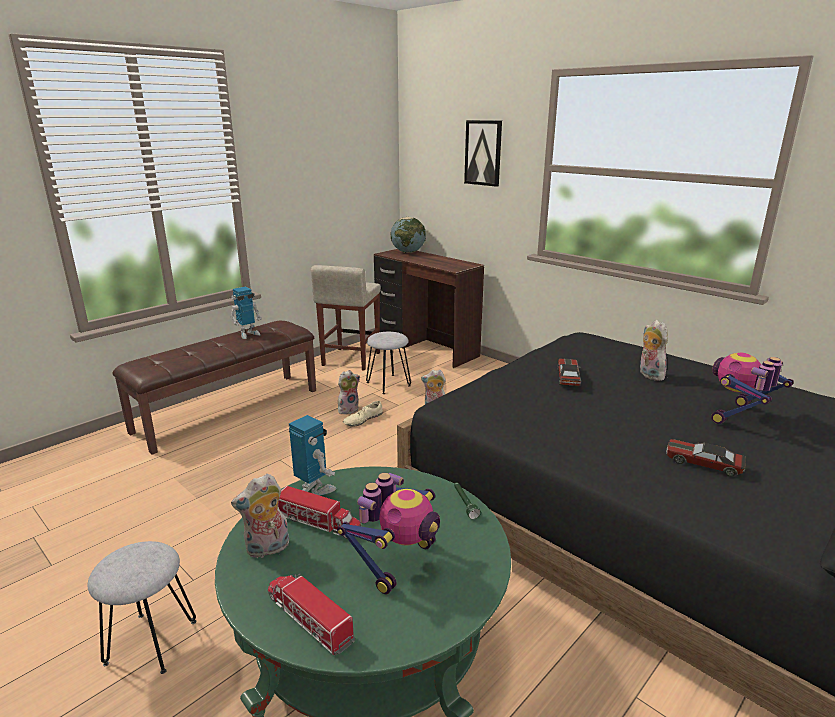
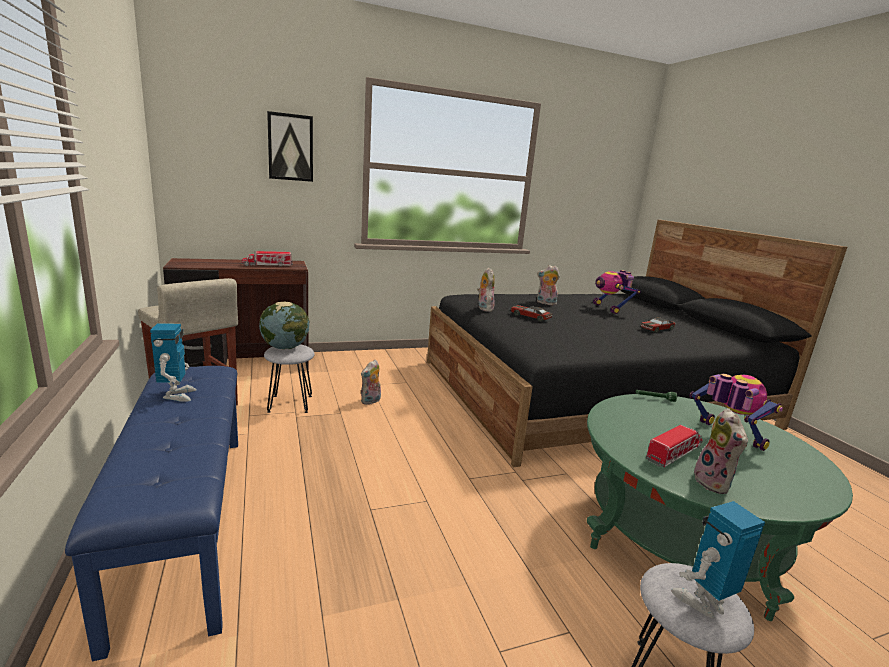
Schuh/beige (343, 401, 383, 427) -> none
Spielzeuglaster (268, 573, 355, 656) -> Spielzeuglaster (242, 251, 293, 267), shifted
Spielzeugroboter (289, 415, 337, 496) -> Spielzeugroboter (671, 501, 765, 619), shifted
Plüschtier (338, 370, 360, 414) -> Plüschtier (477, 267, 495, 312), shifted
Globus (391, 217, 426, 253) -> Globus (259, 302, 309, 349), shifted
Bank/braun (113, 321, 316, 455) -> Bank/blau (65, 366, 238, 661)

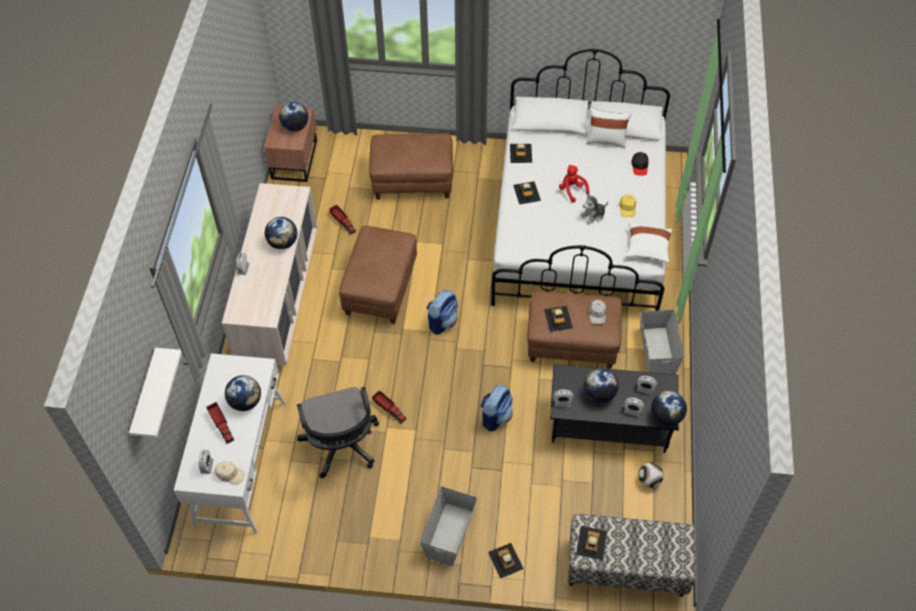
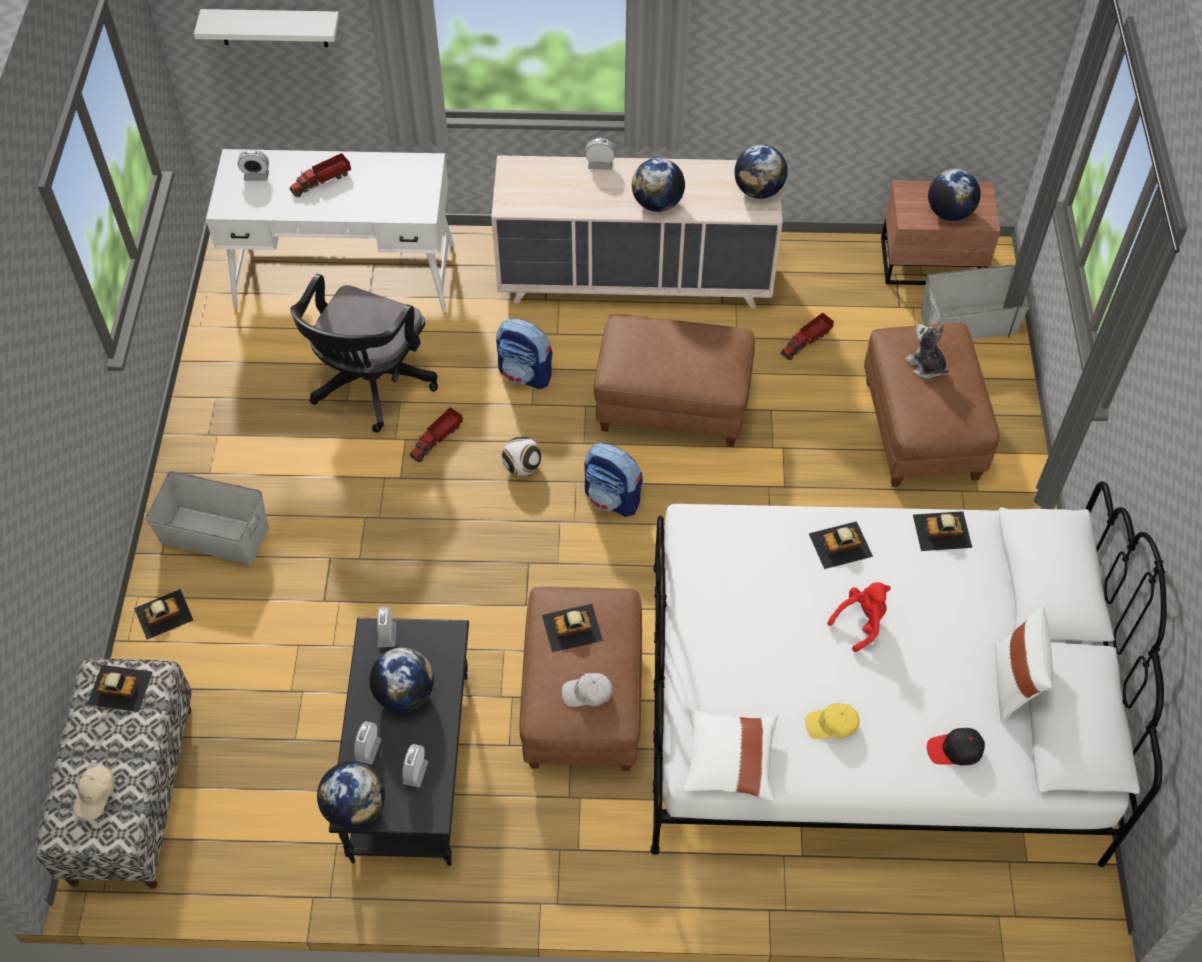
Kappe/beige (215, 461, 245, 485) -> Kappe/beige (73, 766, 115, 819), shifted
Globus (225, 375, 261, 411) -> Globus (734, 145, 788, 199), shifted
Rucksack (480, 385, 513, 431) -> Rucksack (496, 319, 553, 389), shifted
Plüschtier (581, 193, 608, 224) -> Plüschtier (905, 324, 950, 378), shifted
Fußball (638, 462, 664, 488) -> Fußball (502, 436, 541, 476), shifted
Aufbewahrungsbox/grau (640, 310, 685, 375) -> Aufbewahrungsbox/grau (920, 265, 1030, 339), shifted
Bürostuhl/schwarz (297, 387, 379, 478) -> Bürostuhl/schwarz (290, 274, 438, 433), 45 degrees counterclockwise

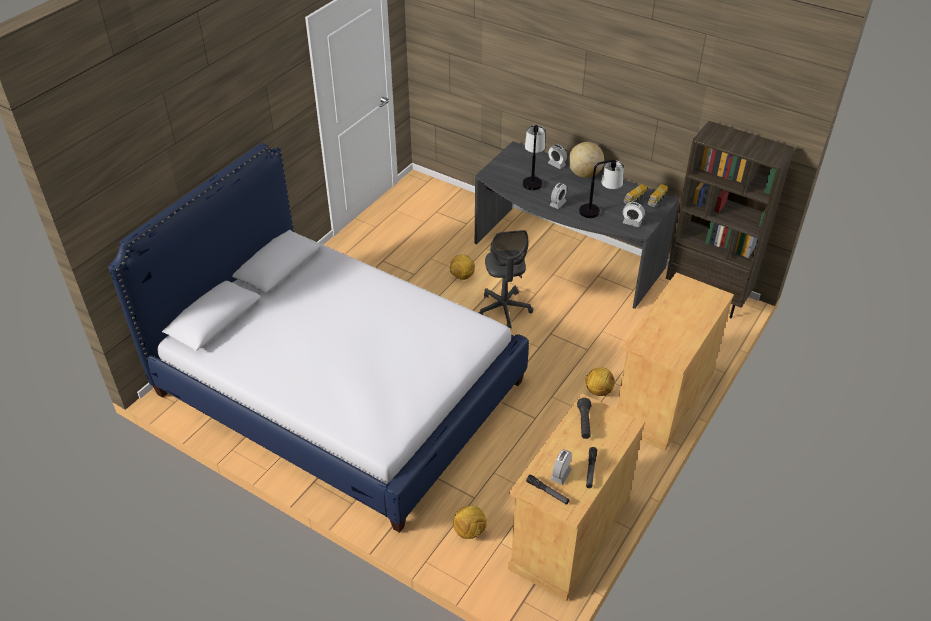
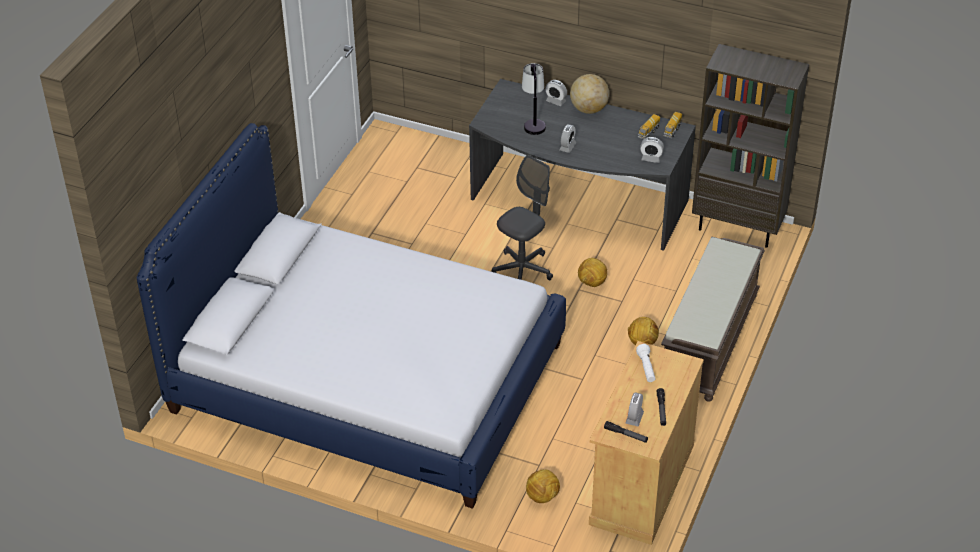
Tischlampe (579, 160, 624, 218) -> none
Fußball (450, 254, 475, 280) -> Fußball (578, 258, 607, 287), shifted
Schrank/beige (617, 272, 734, 451) -> Bank/braun (661, 237, 765, 402)
Taschenlampe/schwarz (577, 398, 592, 439) -> Taschenlampe/weiß (636, 344, 655, 382)
Bürostuhl/grau (479, 230, 533, 329) -> Bürostuhl/grau (492, 155, 553, 280), 120 degrees counterclockwise

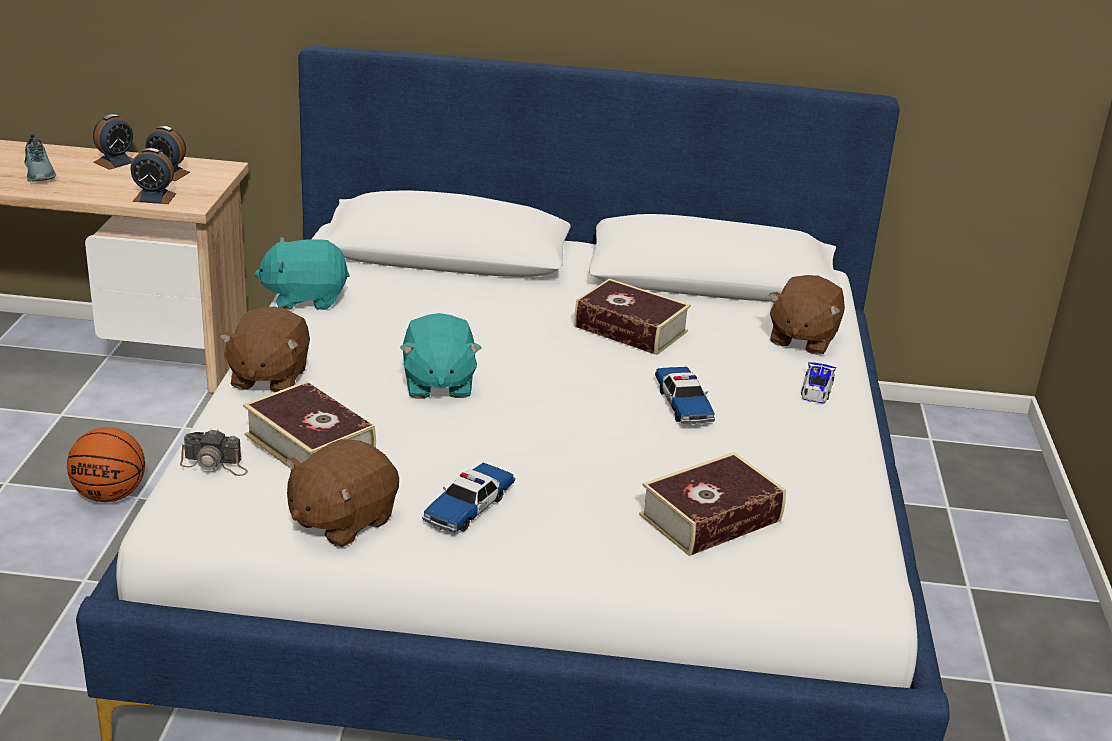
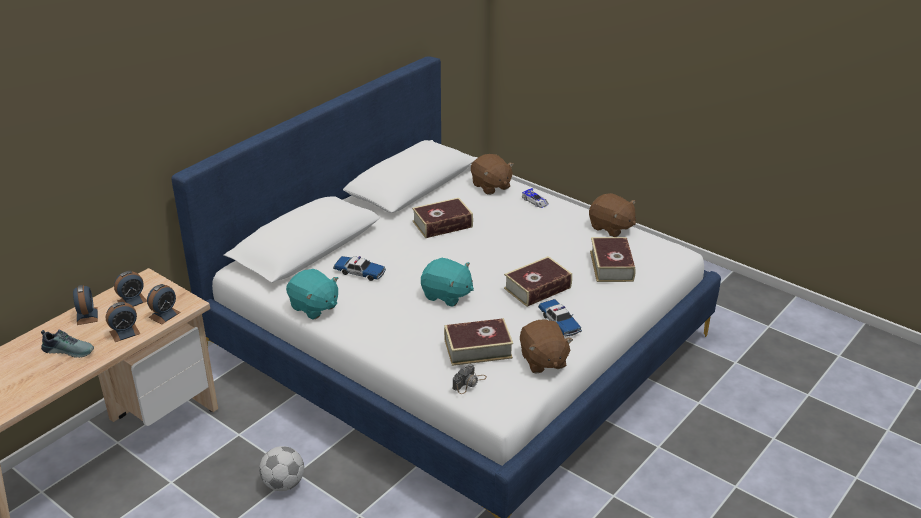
none -> Wecker (106, 302, 140, 342)
none -> Buch (504, 256, 572, 307)
Plüschtier/braun (219, 307, 310, 393) -> Plüschtier/braun (589, 193, 636, 237), shifted
Spielzeugauto (655, 367, 715, 425) -> Spielzeugauto (333, 256, 386, 281), shifted
Basketball (67, 427, 145, 502) -> Fußball (259, 446, 304, 491)
Plüschtier/türkis (254, 237, 350, 310) -> Plüschtier/türkis (286, 269, 338, 320), 75 degrees counterclockwise

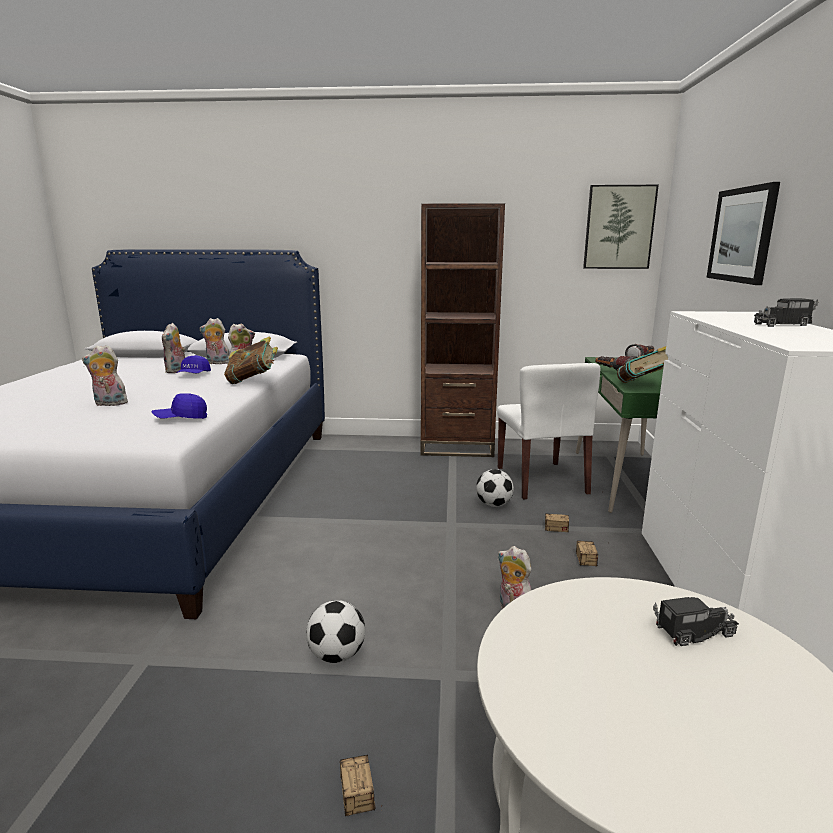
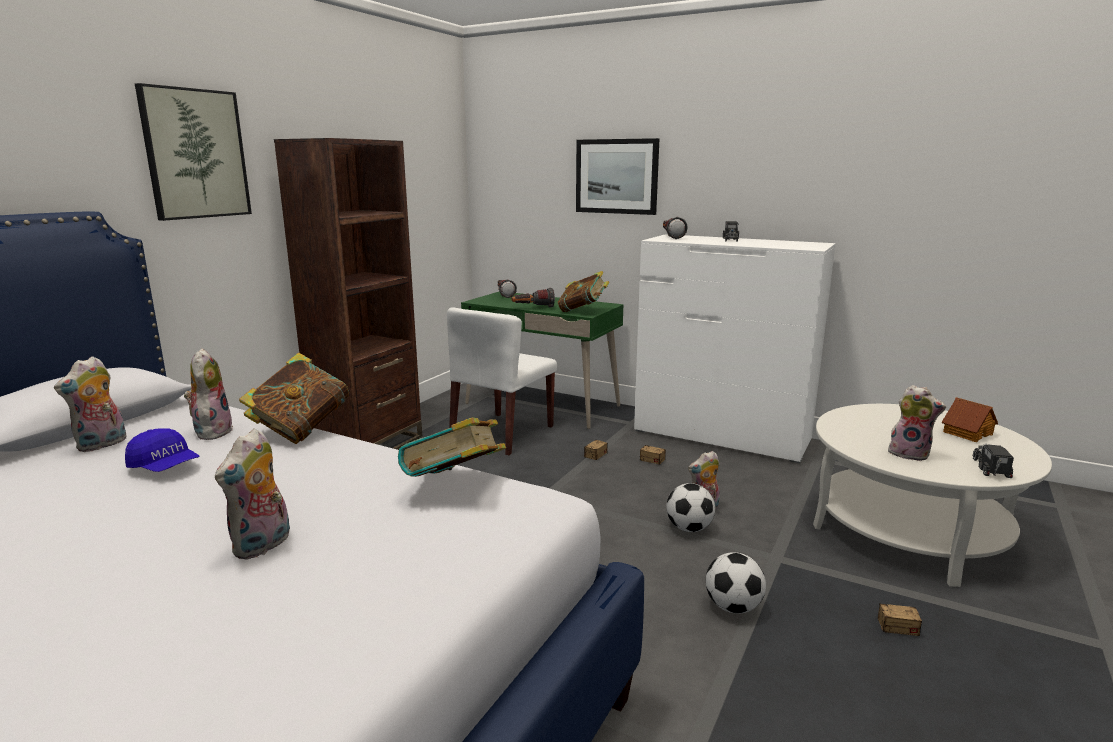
none -> Taschenlampe (663, 217, 688, 239)
none -> Spielzeughaus (942, 397, 998, 442)
Plüschtier (162, 323, 185, 373) -> Plüschtier (888, 385, 946, 461), shifted
Fußball (476, 469, 514, 507) -> Fußball (666, 483, 715, 532), shifted
Bild (583, 185, 659, 269) -> Bild (135, 83, 252, 221), shifted
Spielzeuglaster (653, 597, 739, 646) -> Spielzeuglaster (973, 444, 1014, 478), shifted
Kappe/blau (151, 393, 207, 419) -> Buch (398, 418, 506, 477)
Stuhl/weiß (497, 363, 600, 500) -> Stuhl/weiß (447, 307, 557, 455), 105 degrees clockwise

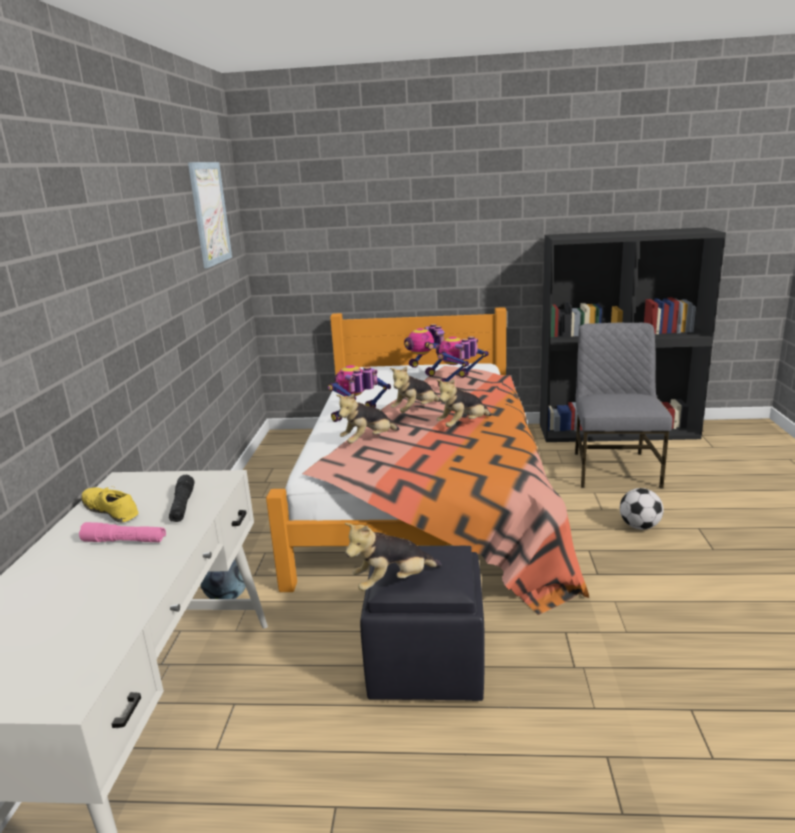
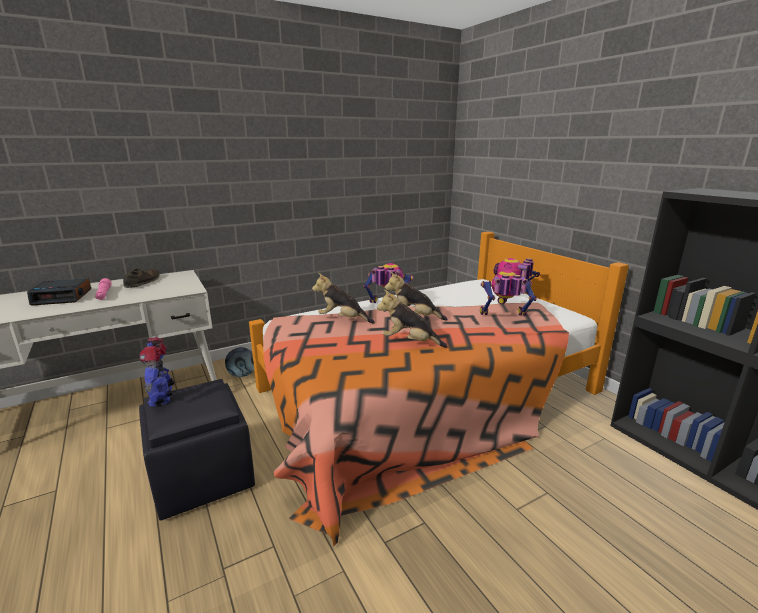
Taschenlampe/schwarz (169, 475, 194, 522) -> none
Bild (188, 162, 232, 268) -> none
Stuhl/grau (575, 323, 672, 489) -> none
Fußball (620, 488, 664, 530) -> none
none -> Wecker (27, 279, 91, 306)
Plüschtier (345, 523, 442, 591) -> Spielzeugroboter (139, 337, 175, 406)
Schuh/gelb (81, 486, 139, 522) -> Schuh/braun (123, 269, 160, 288)

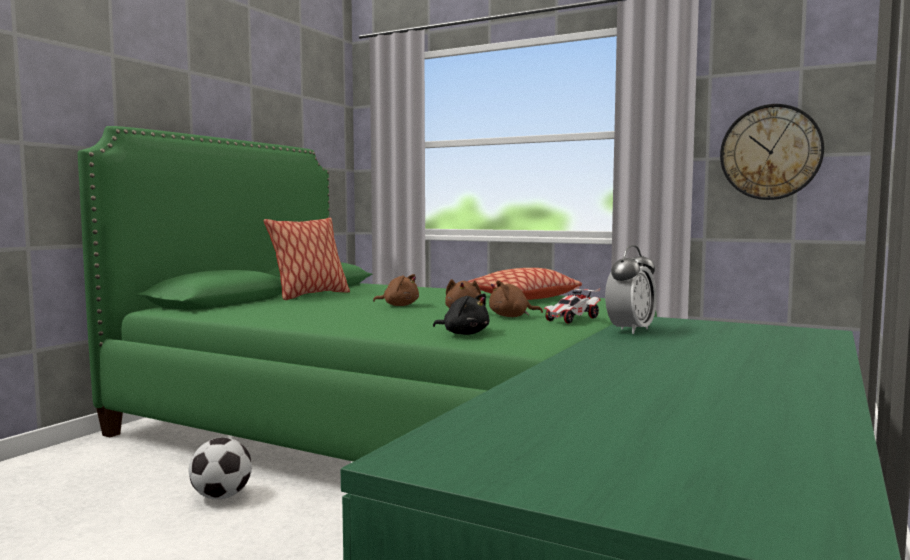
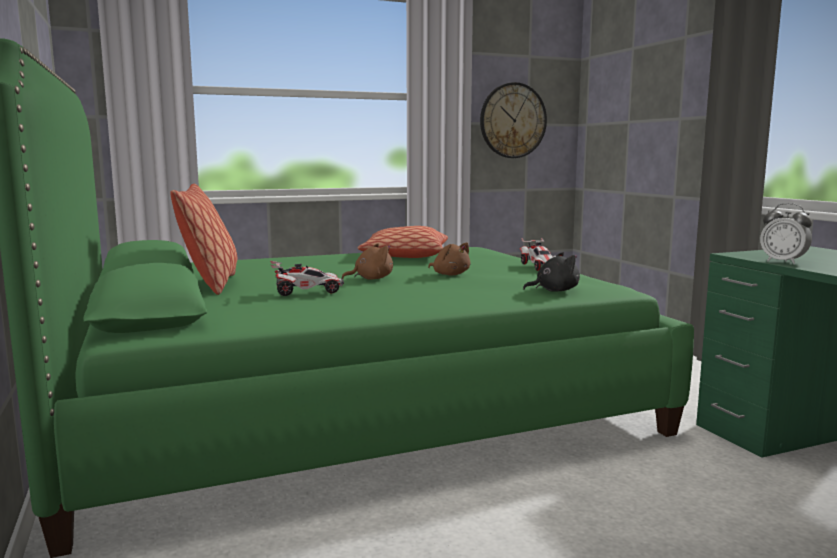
Fußball (189, 438, 252, 499) -> none
Plüschtier/braun (489, 280, 543, 317) -> none
none -> Spielzeugauto (270, 261, 344, 296)
Wecker (605, 245, 657, 334) -> Wecker (760, 203, 812, 264), 150 degrees clockwise

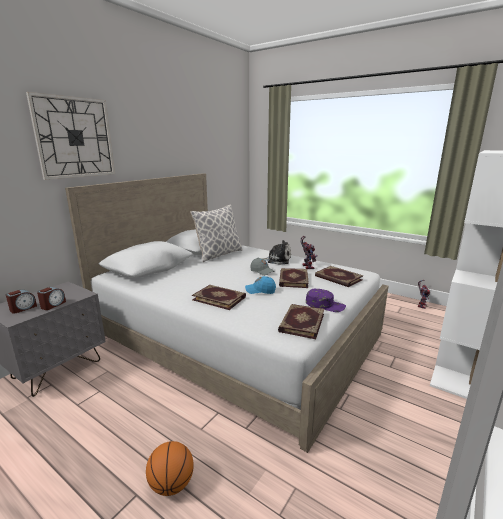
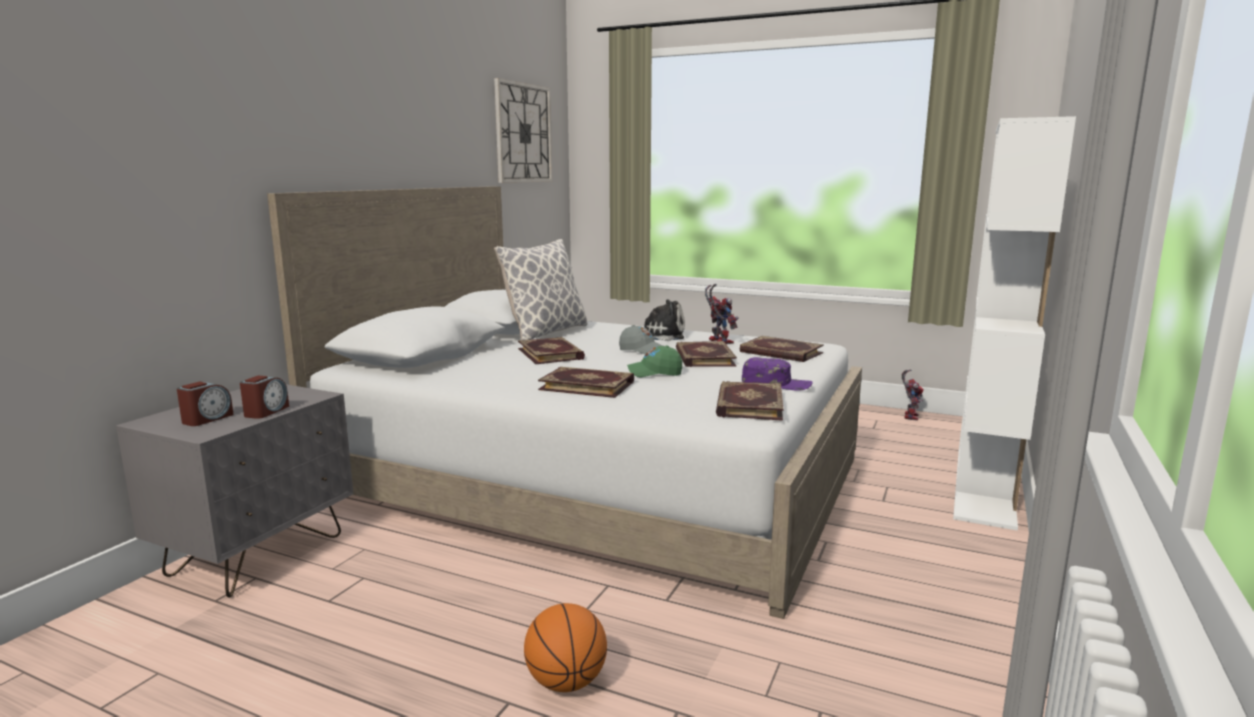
none -> Buch (518, 337, 585, 364)
Wanduhr (26, 92, 115, 180) -> Wanduhr (494, 78, 552, 183), shifted
Kappe/blau (245, 276, 276, 294) -> Kappe/grün (627, 345, 682, 377)

